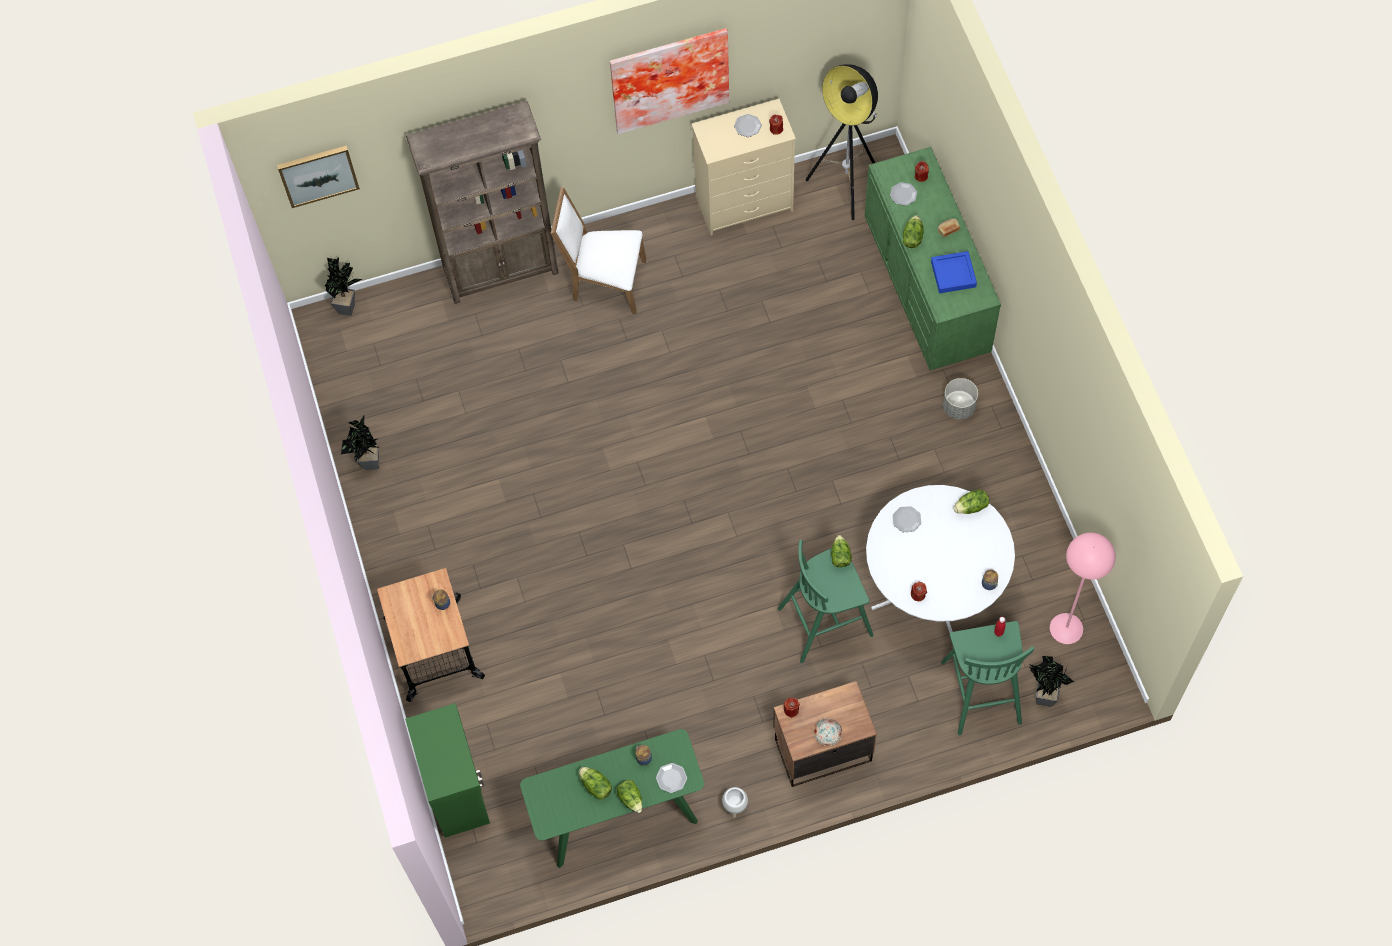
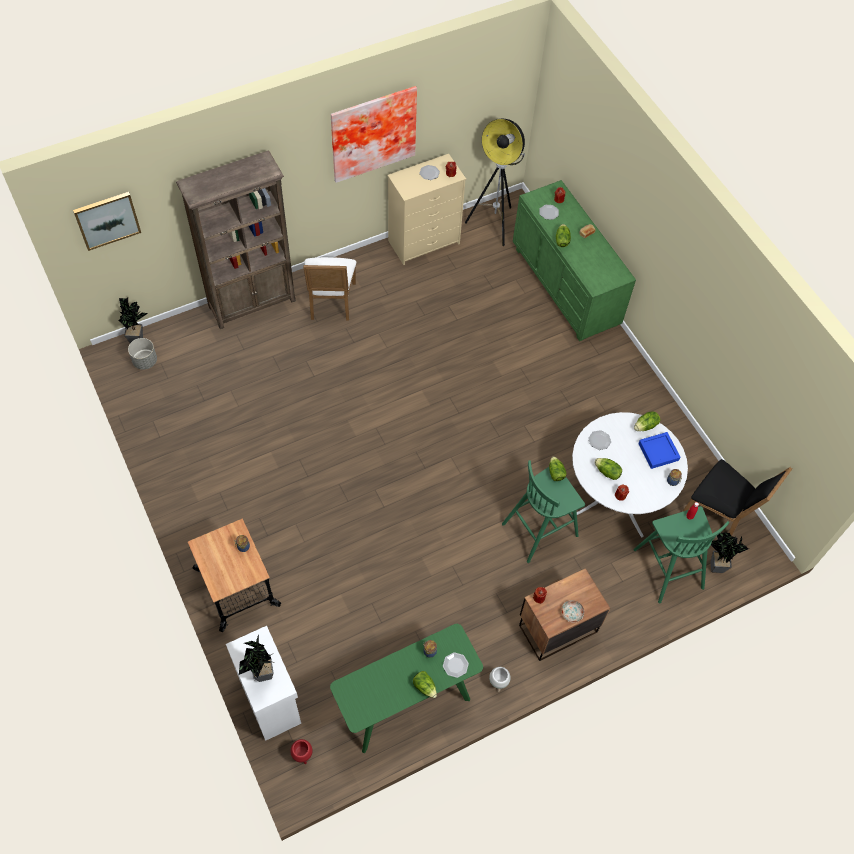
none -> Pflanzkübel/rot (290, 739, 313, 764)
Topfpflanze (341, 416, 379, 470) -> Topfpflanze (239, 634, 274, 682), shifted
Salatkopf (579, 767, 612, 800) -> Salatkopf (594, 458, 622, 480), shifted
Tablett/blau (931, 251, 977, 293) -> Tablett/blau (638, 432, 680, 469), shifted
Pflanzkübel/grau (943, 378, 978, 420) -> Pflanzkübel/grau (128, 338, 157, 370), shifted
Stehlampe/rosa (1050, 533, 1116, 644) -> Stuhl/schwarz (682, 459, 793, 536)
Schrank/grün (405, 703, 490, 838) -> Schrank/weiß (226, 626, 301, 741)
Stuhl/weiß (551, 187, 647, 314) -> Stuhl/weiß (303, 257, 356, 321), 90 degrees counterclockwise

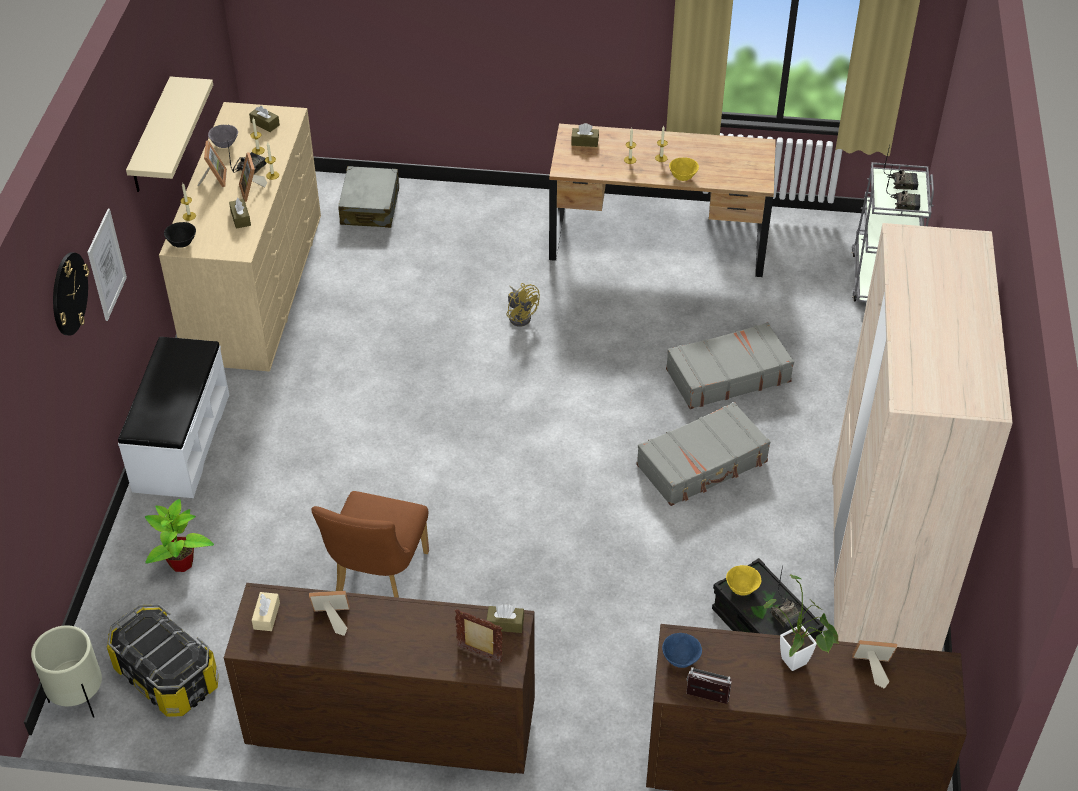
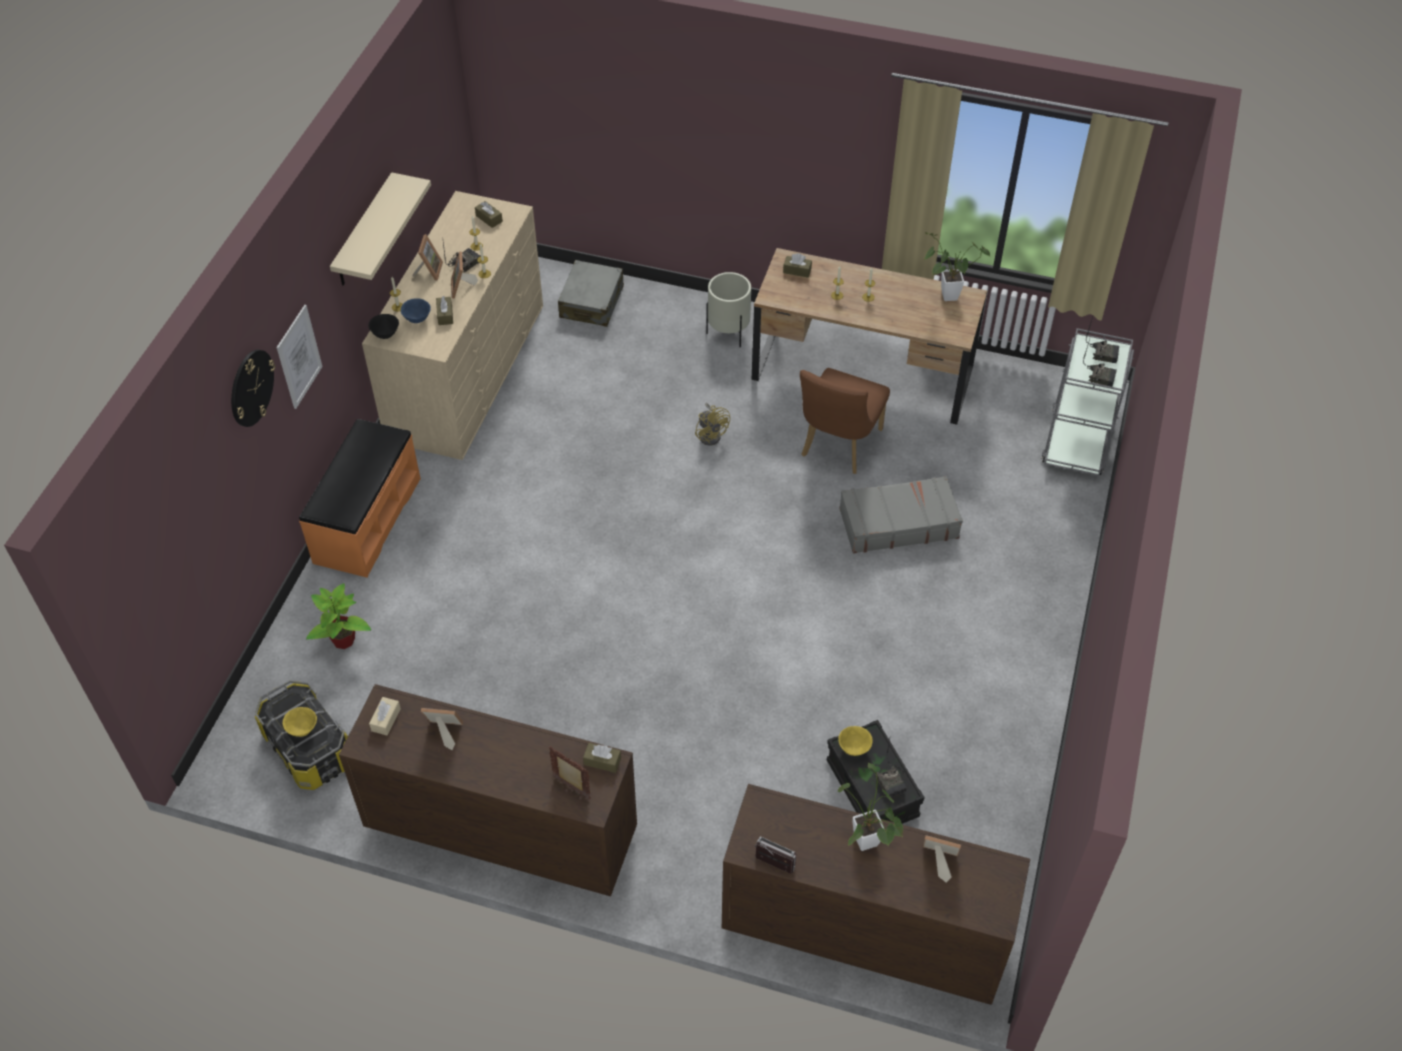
Schüssel/grau (208, 125, 238, 148) -> none
Koffer/grau (636, 402, 770, 506) -> none
Kleiderschrank/beige (832, 223, 1013, 651) -> none
none -> Topfpflanze (924, 232, 990, 301)
Pflanzkübel/beige (31, 625, 102, 718) -> Pflanzkübel/beige (707, 272, 751, 347), shifted
Stuhl/braun (312, 491, 429, 598) -> Stuhl/braun (800, 368, 890, 474), shifted
Schüssel/blau (662, 633, 702, 668) -> Schüssel/blau (401, 298, 431, 323), shifted
Schüssel/gelb (669, 157, 699, 181) -> Schüssel/gelb (283, 707, 317, 737), shifted
Bank/weiß (118, 337, 229, 498) -> Bank/orange (299, 419, 421, 578)

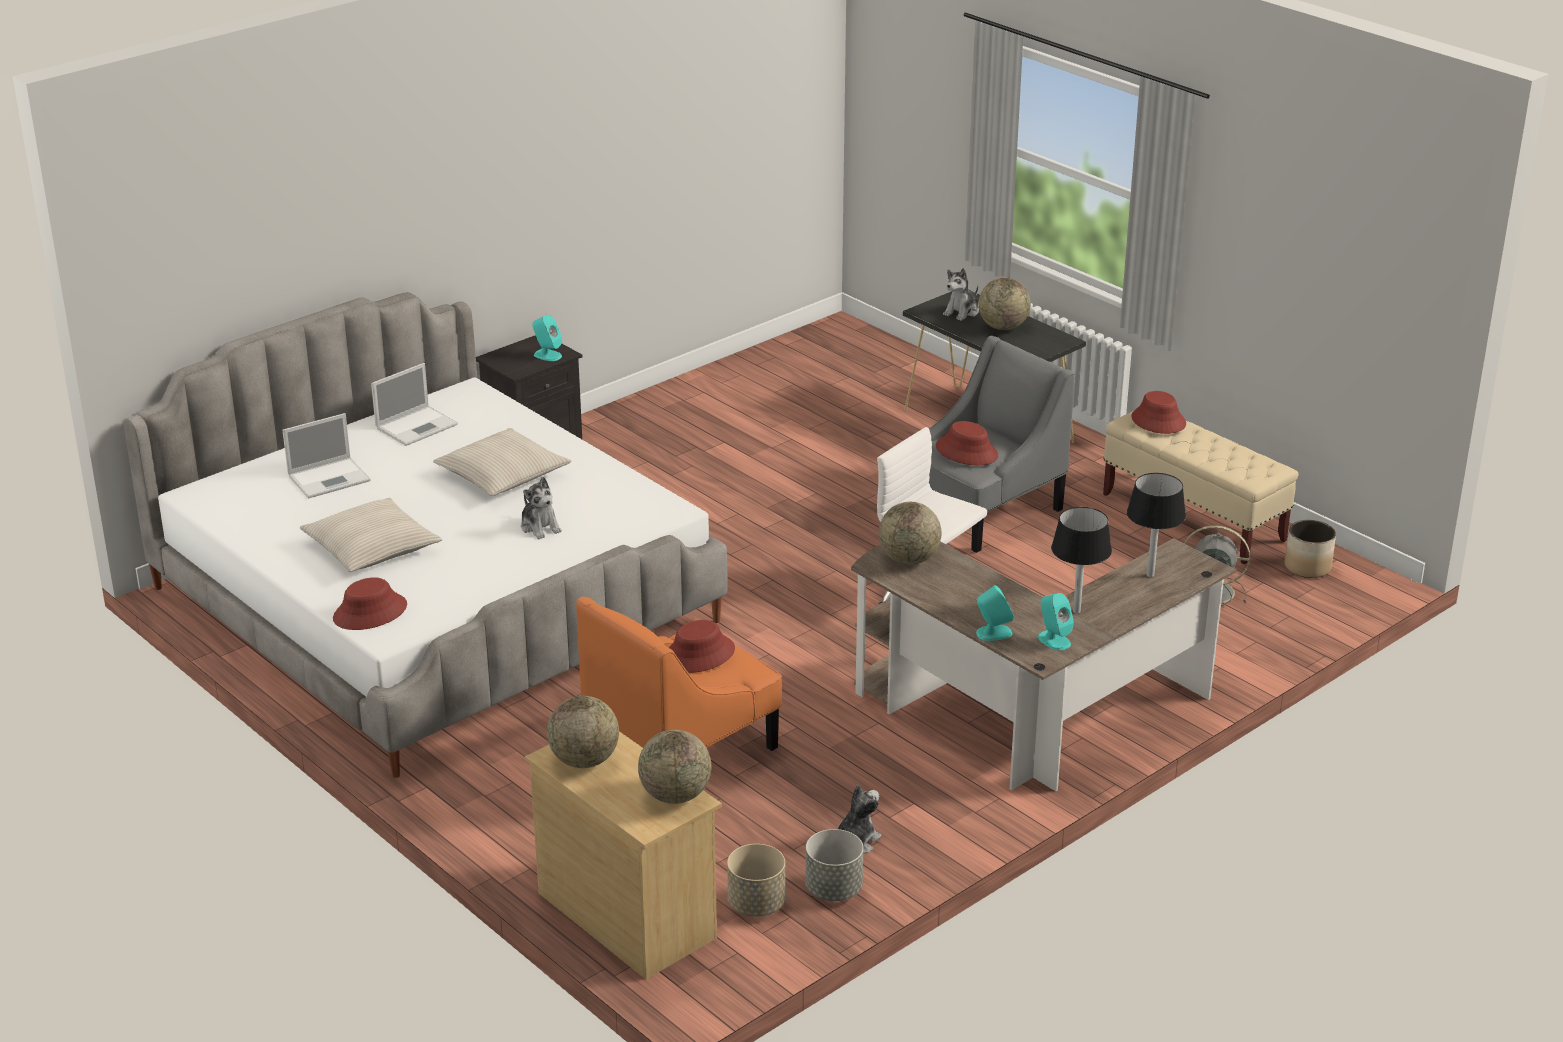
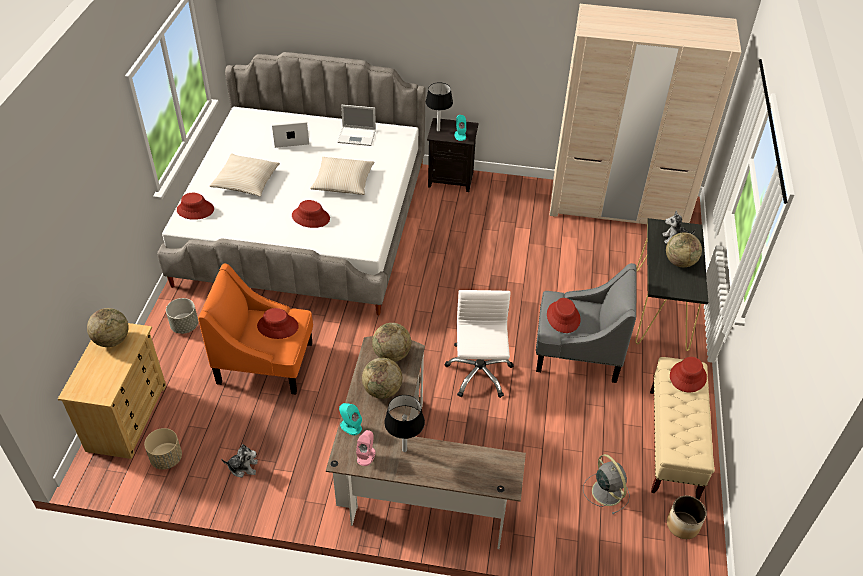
none -> Kleiderschrank/beige (550, 4, 741, 224)
Globus (638, 730, 711, 804) -> Globus (362, 358, 402, 399), shifted
Pflanzkübel/grau (806, 829, 863, 901) -> Pflanzkübel/grau (166, 298, 198, 334), shifted
Tischlampe/schwarz (1127, 473, 1186, 577) -> Tischlampe/schwarz (425, 82, 453, 132), shifted
Plüschtier (521, 477, 562, 539) -> Hut/rot (292, 200, 330, 228)
Lautsprecher/türkis (1038, 593, 1074, 650) -> Lautsprecher/rosa (356, 430, 375, 466)
Laptop (282, 413, 371, 499) -> Laptop (272, 121, 309, 148), 150 degrees clockwise

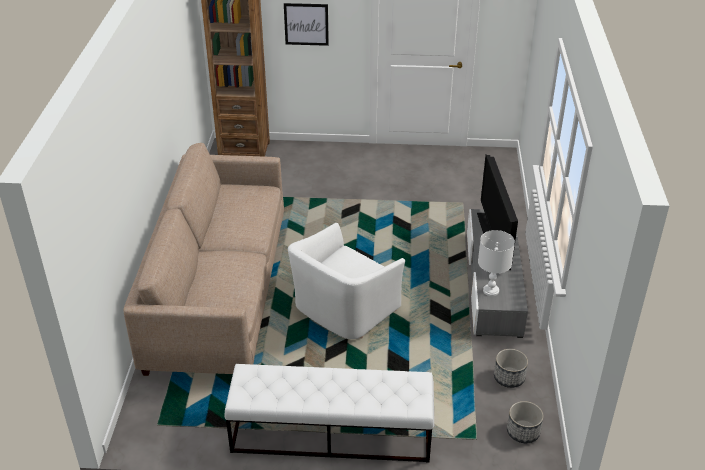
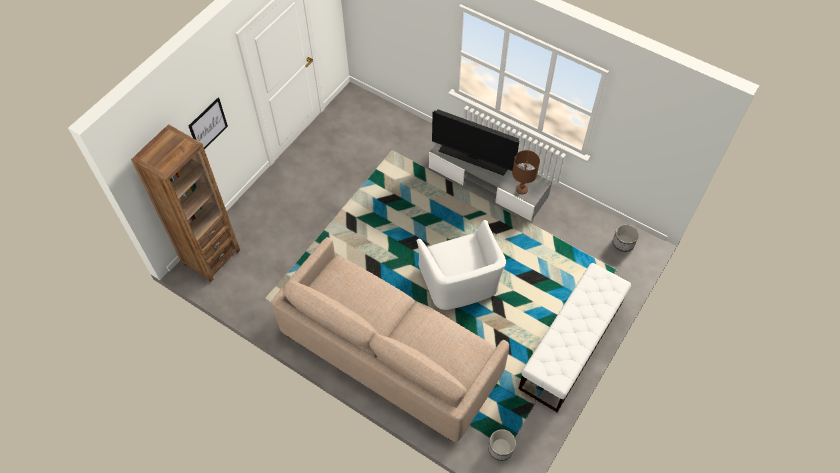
Pflanzkübel (494, 349, 528, 388) -> Pflanzkübel (488, 429, 516, 461), shifted
Tischlampe/weiß (478, 230, 515, 296) -> Tischlampe/braun (512, 150, 540, 194)

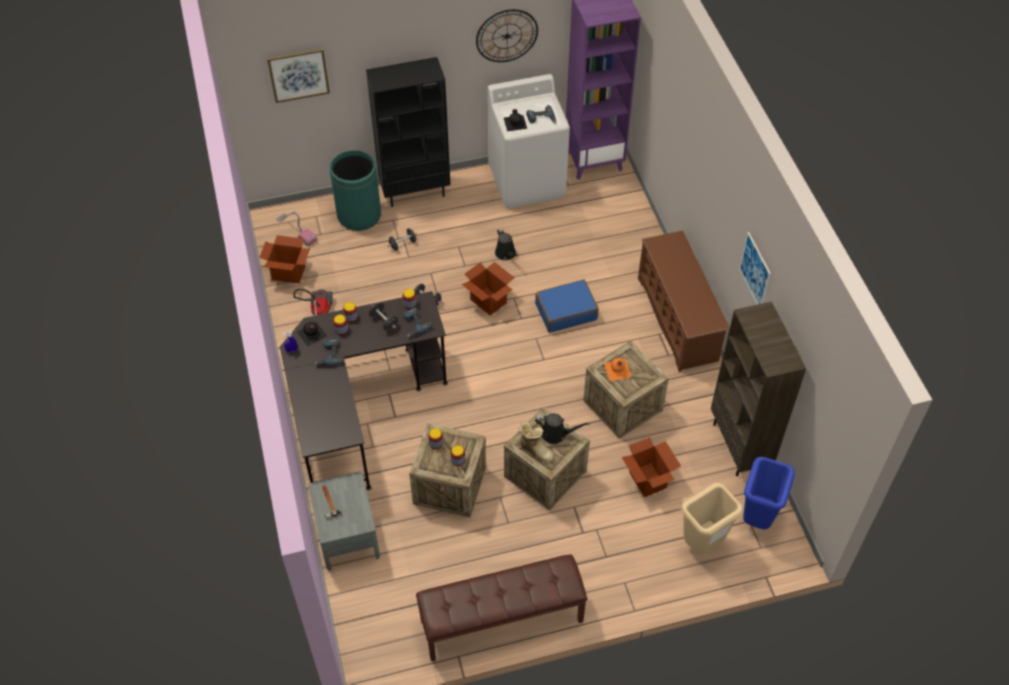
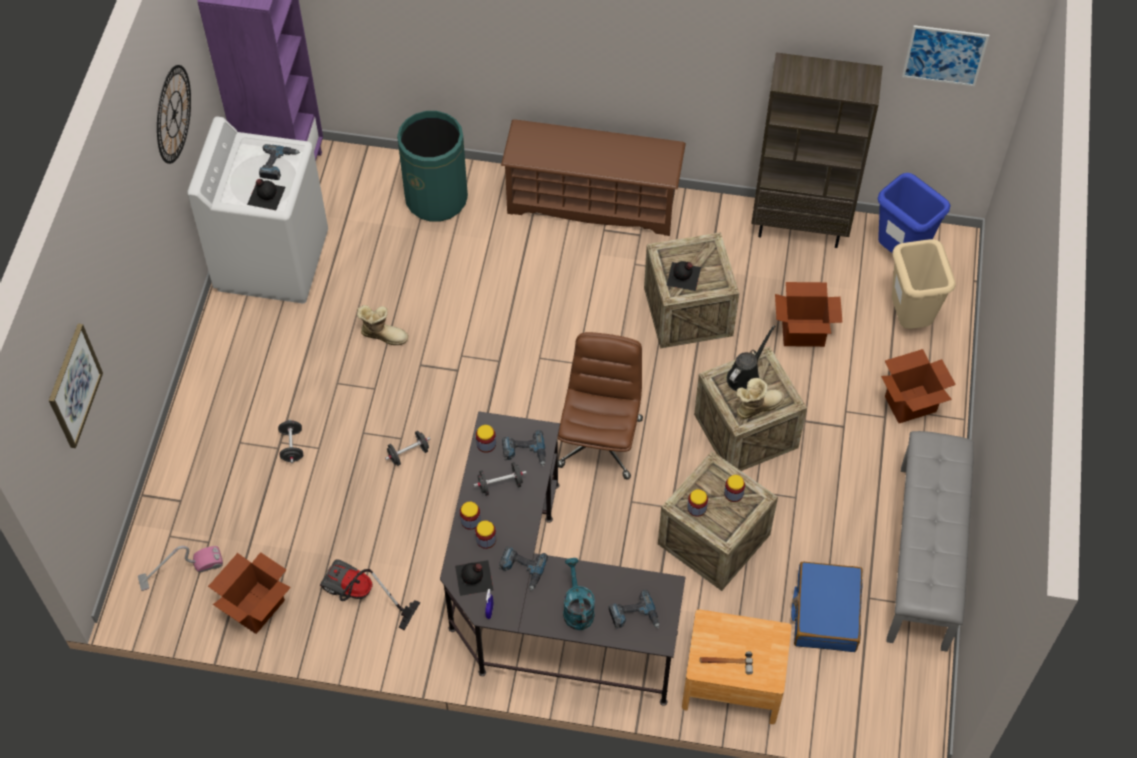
Bücherregal/schwarz (366, 57, 450, 207) -> none
none -> Bürostuhl/braun (558, 332, 643, 479)
none -> Gießkanne/türkis (563, 558, 595, 630)
none -> Bohrmaschine (609, 590, 659, 629)
Mülleimer/grün (330, 150, 381, 231) -> Mülleimer/grün (397, 111, 468, 222), shifted
Karton (462, 262, 515, 316) -> Karton (881, 349, 956, 423), shifted
Koffer/blau (535, 279, 599, 333) -> Koffer/blau (791, 562, 863, 652), shifted
Bild (739, 232, 771, 305) -> Bild (902, 25, 989, 86), shifted
Gießkanne/schwarz (495, 228, 519, 260) -> Stiefel (357, 305, 408, 345)
Nachttisch/grau (308, 472, 380, 571) -> Nachttisch/braun (682, 609, 792, 724)
Bank/braun (416, 554, 587, 661) -> Bank/grau (886, 431, 974, 652)
Flasche/orange (604, 358, 631, 381) -> Flasche/schwarz (666, 261, 701, 291)

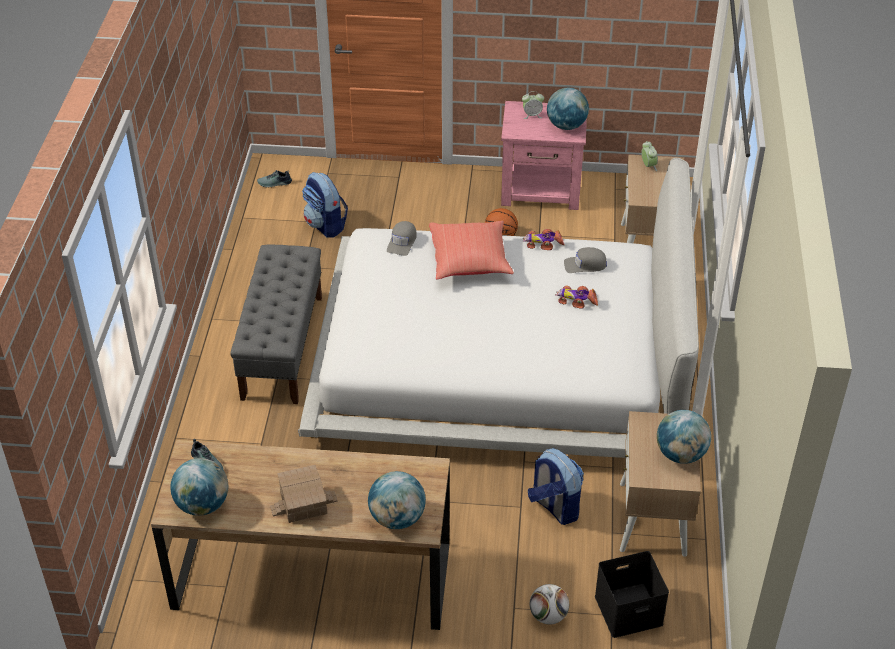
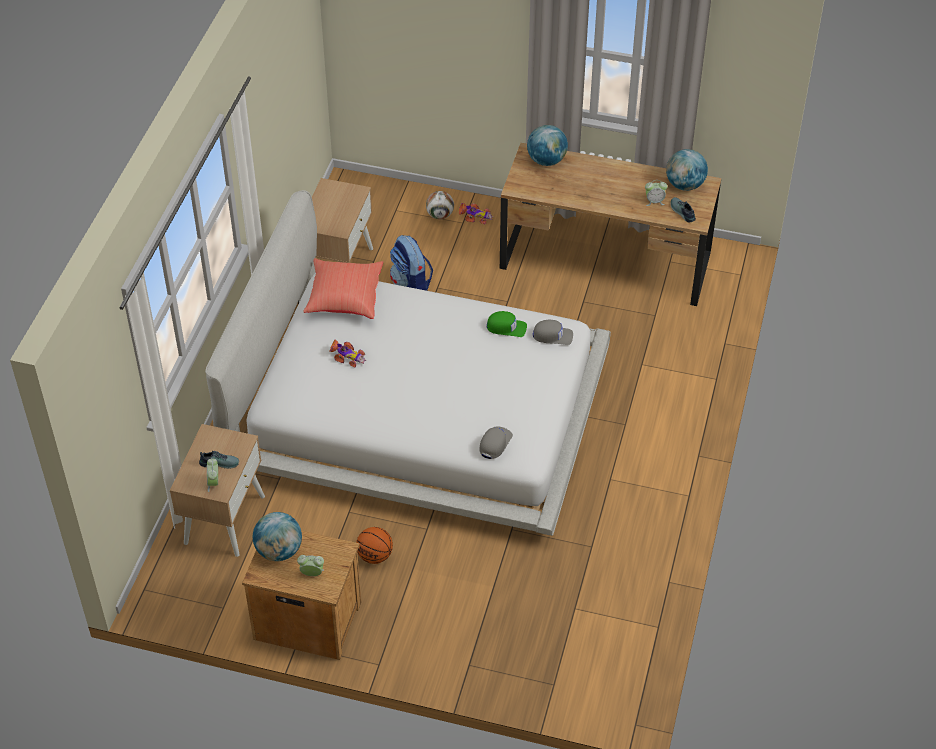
Bank/grau (230, 244, 322, 404) -> none
Spielzeughaus (270, 465, 338, 523) -> none
Rucksack (302, 172, 348, 238) -> none
Aufbewahrungsbox/schwarz (595, 551, 669, 638) -> none
Globus (657, 410, 711, 464) -> none
none -> Kappe/grün (487, 311, 527, 337)
none -> Wecker (645, 180, 668, 206)
Schuh (257, 170, 292, 187) -> Schuh (199, 451, 239, 469), shifted
Kissen/rot (429, 220, 514, 279) -> Kissen/rot (303, 258, 383, 319), shifted
Spielzeugauto (522, 229, 564, 250) -> Spielzeugauto (459, 203, 493, 224), shifted
Kappe/grau (564, 247, 607, 273) -> Kappe/grau (533, 320, 573, 345), shifted
Nachttisch/rosa (501, 101, 587, 210) -> Nachttisch/braun (242, 531, 361, 660)

